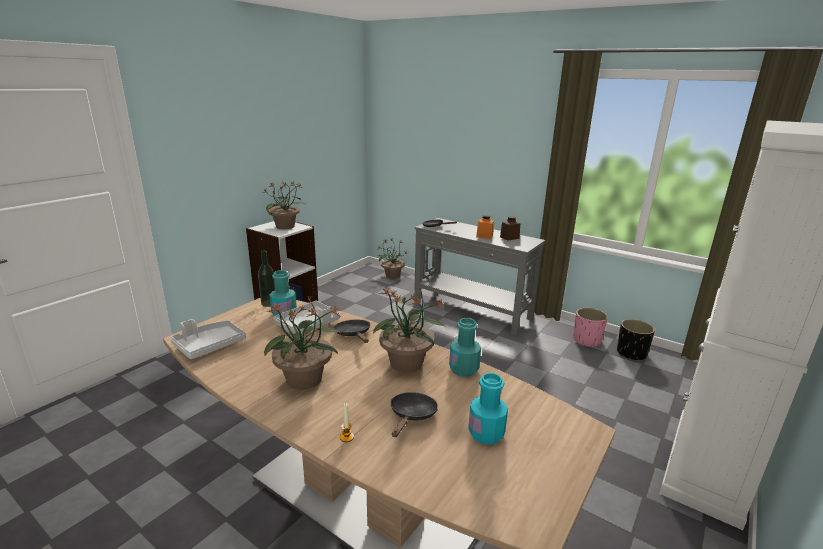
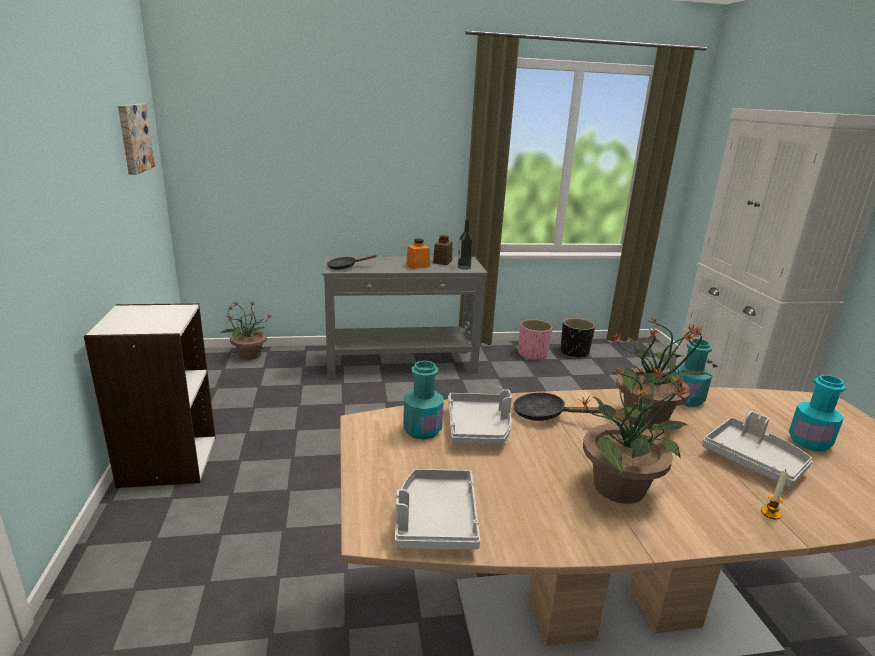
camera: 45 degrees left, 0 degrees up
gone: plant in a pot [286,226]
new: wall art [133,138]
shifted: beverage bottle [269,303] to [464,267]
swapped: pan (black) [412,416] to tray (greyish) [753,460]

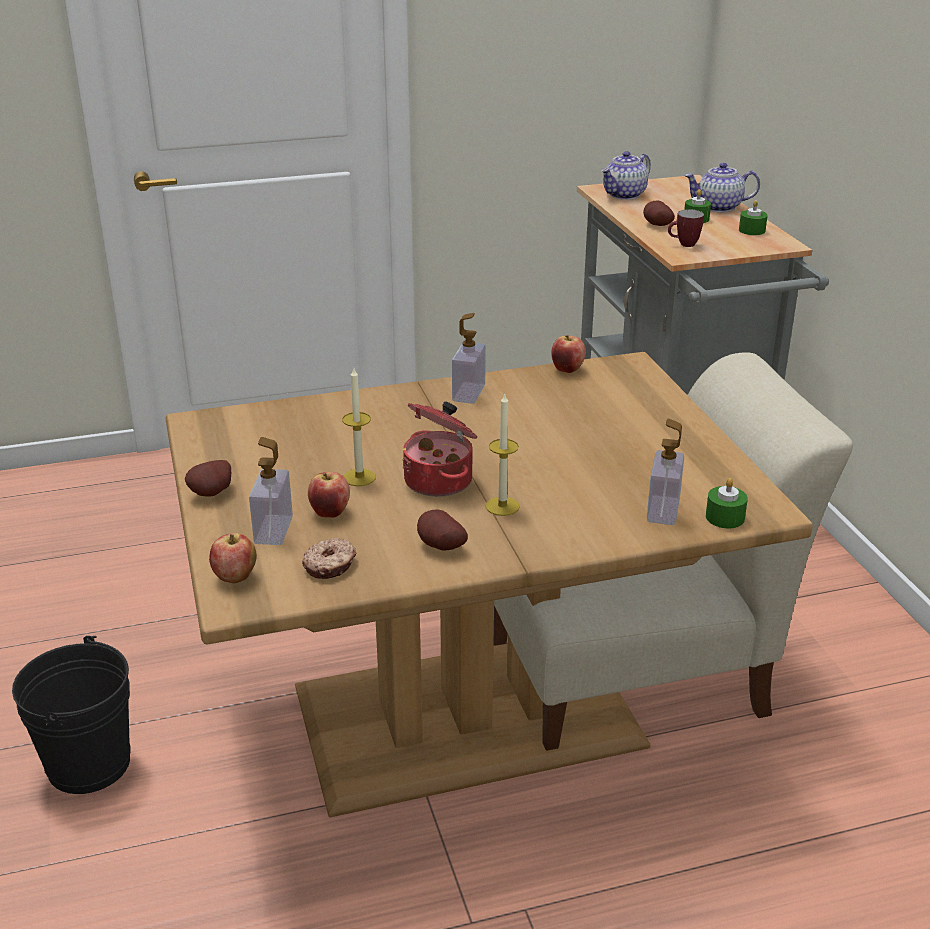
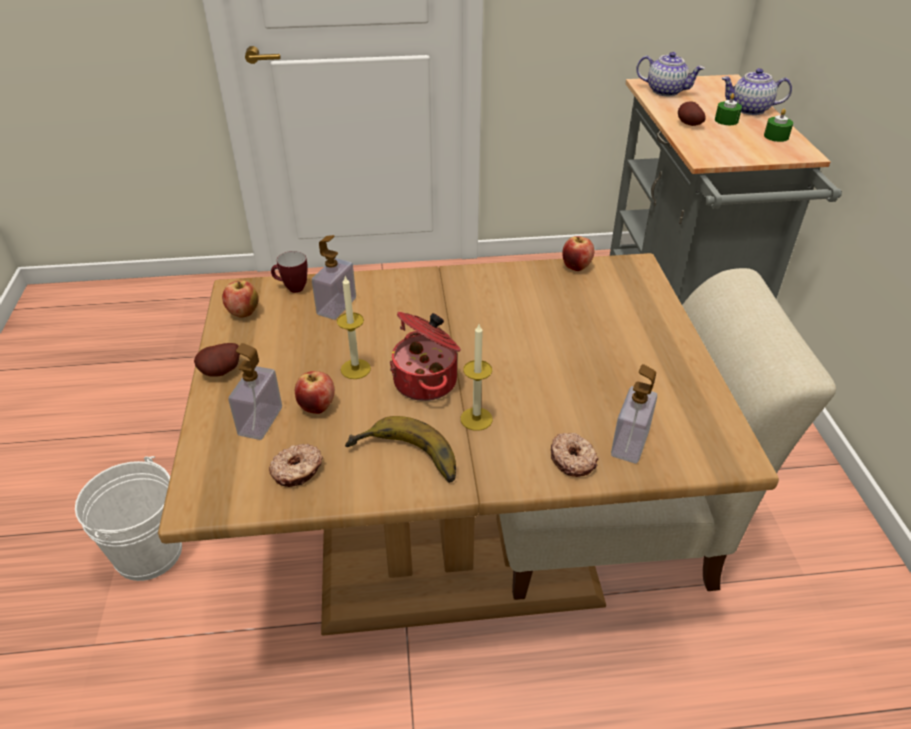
camera: 10 degrees right, 10 degrees up
gone: wax candle (green) [725,517]
new: doughnut [573,459]
shifted: apple fruit [235,577] to [243,313]; liquid soap bottle [468,393] to [336,306]; tea mug [683,245] to [292,288]
swapped: whole potato [439,547] to banana fruit [404,461]
repainted: bucket (black) [89,764] to bucket (white) [148,553]
rotated: tea pot [624,195] = [666,91] 120 degrees counterclockwise

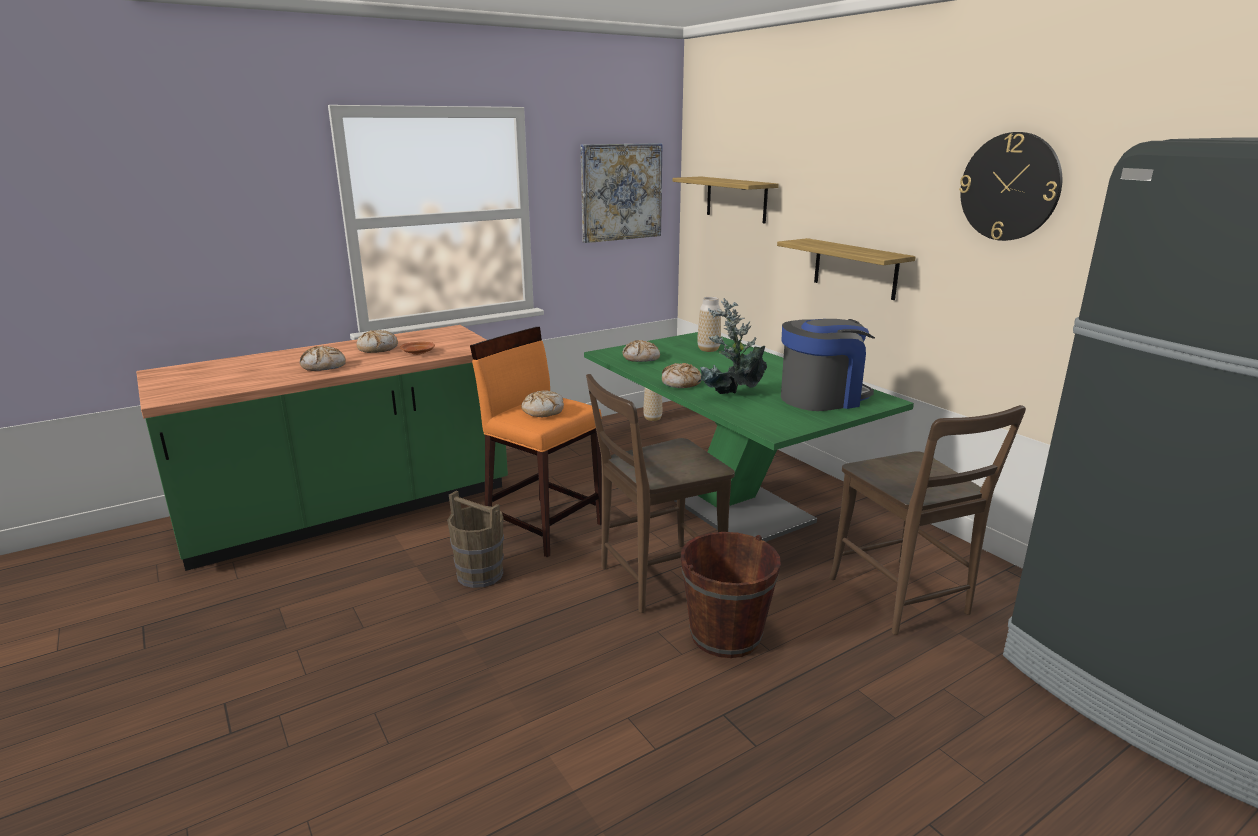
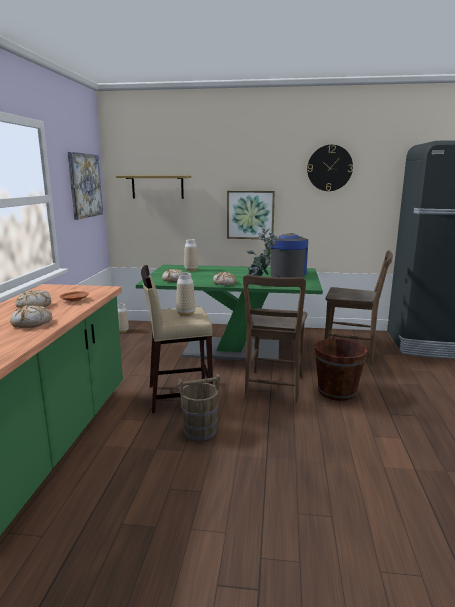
camera: 50 degrees left, 5 degrees down
swapped: baked bread [543,411] to decorative vase [186,314]; wall shelf [855,268] to wall art [250,215]
repainted: stool seat (orangey) [544,525] to stool seat (beige) [179,395]

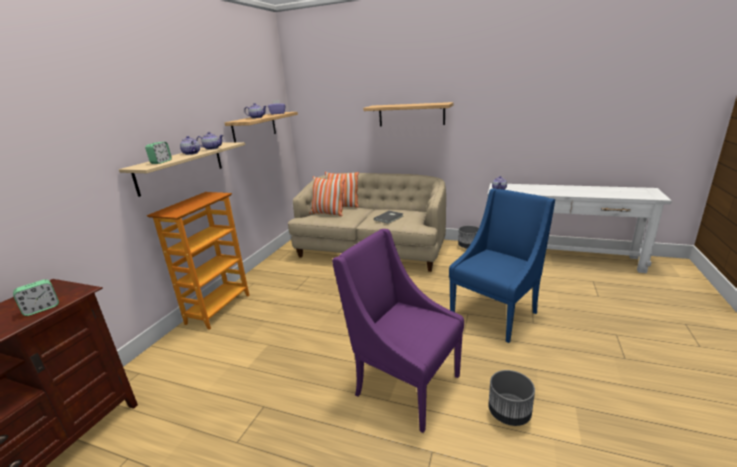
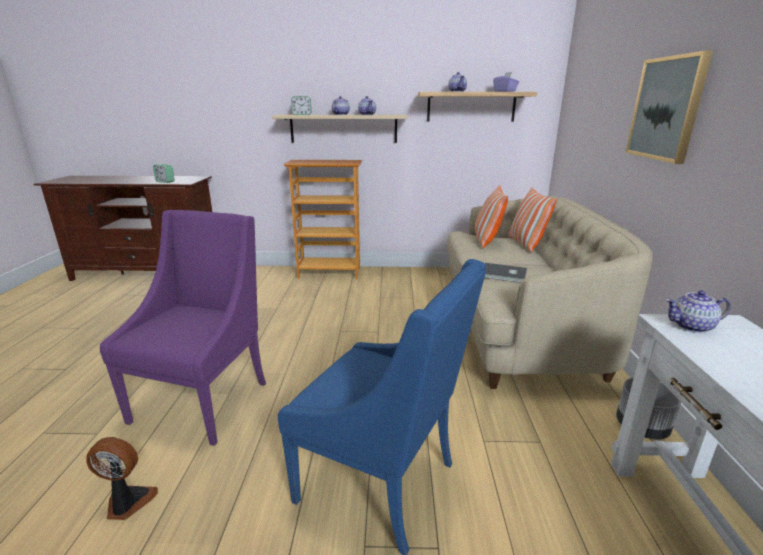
camera: 70 degrees right, 0 degrees up
swapped: wall shelf [411,114] to wall art [666,109]; flower pot (greyish) [509,413] to electric fan [128,503]

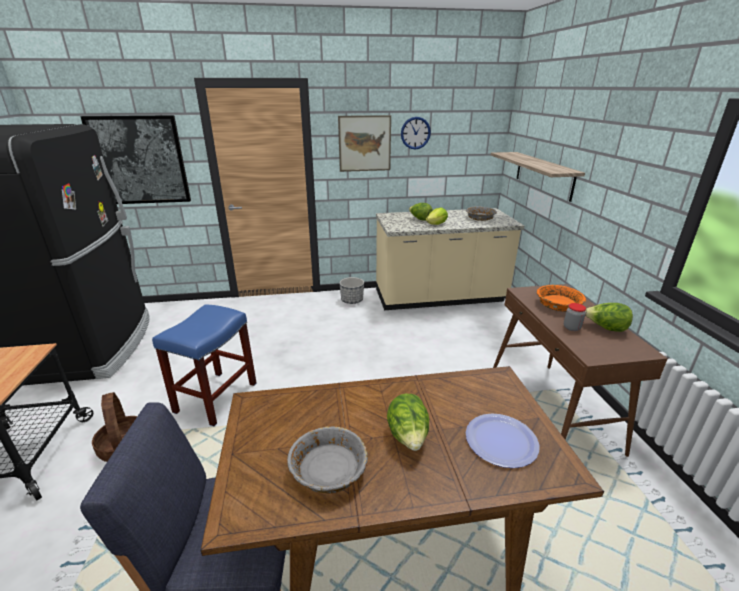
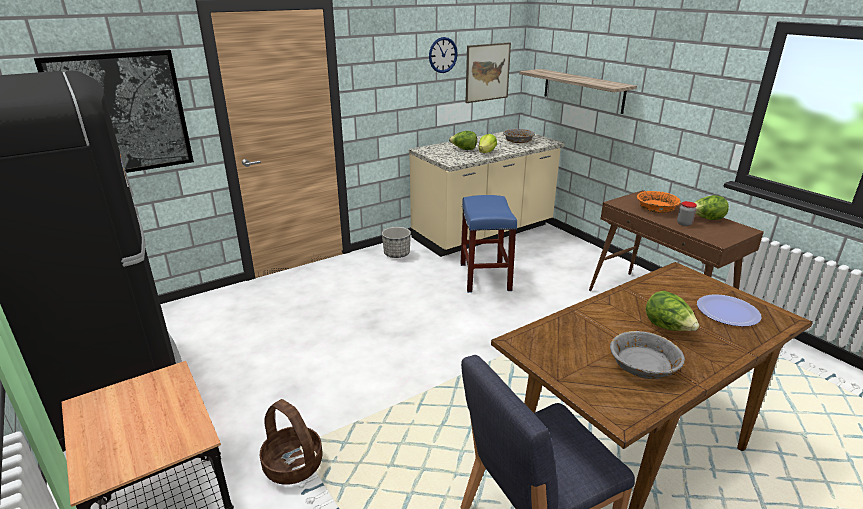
camera: 25 degrees left, 0 degrees up
shifted: stool seat (blue) [216,398] to [485,277]; wall art [364,143] to [487,72]

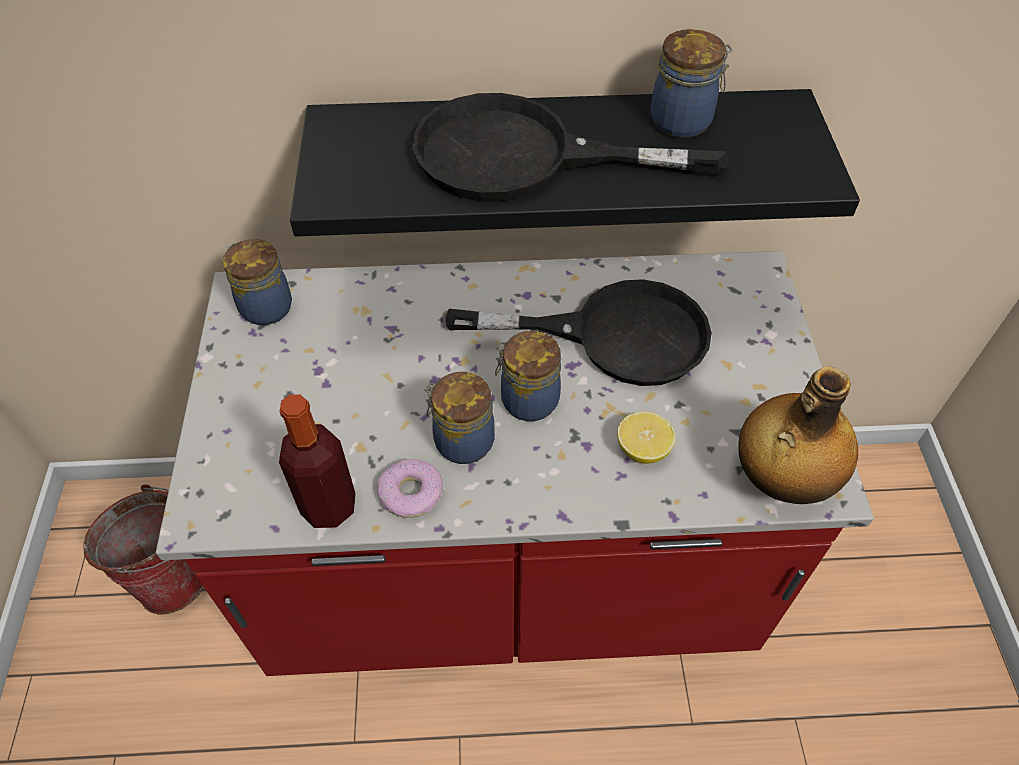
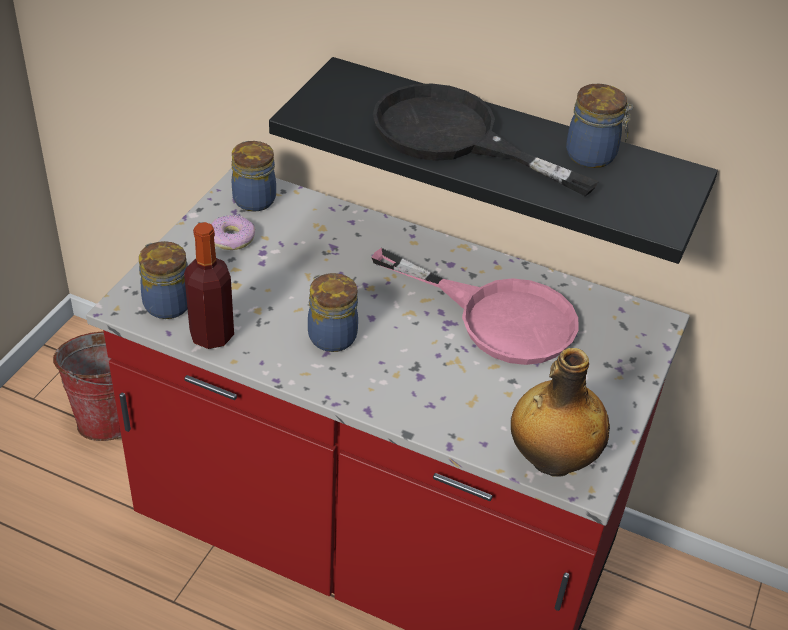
camera: 25 degrees right, 10 degrees down
gone: citrus fruit [642,449]
shifted: doughnut [411,494] to [231,239]; storage jar [527,400] to [166,303]
repainted: pan (black) [614,335] to pan (pink) [497,316]

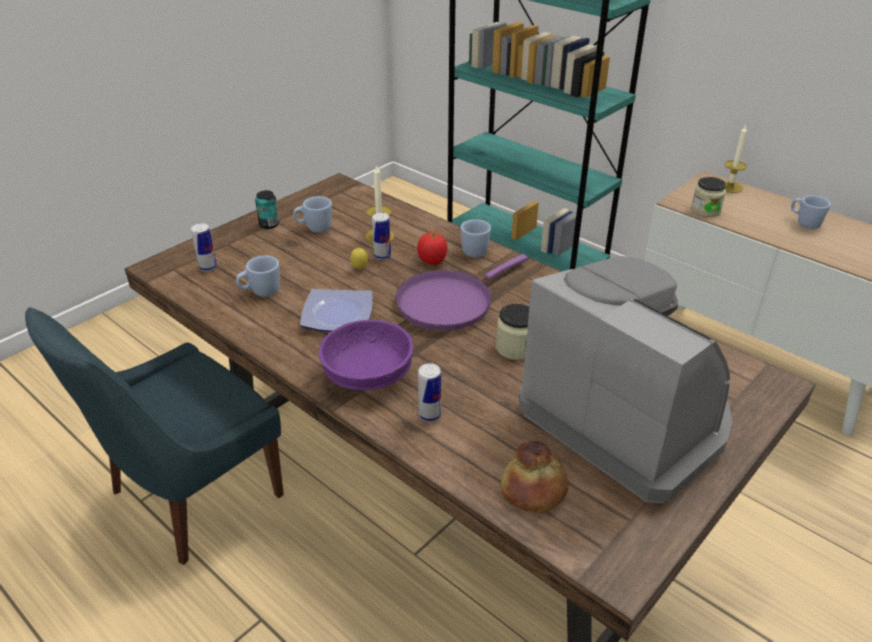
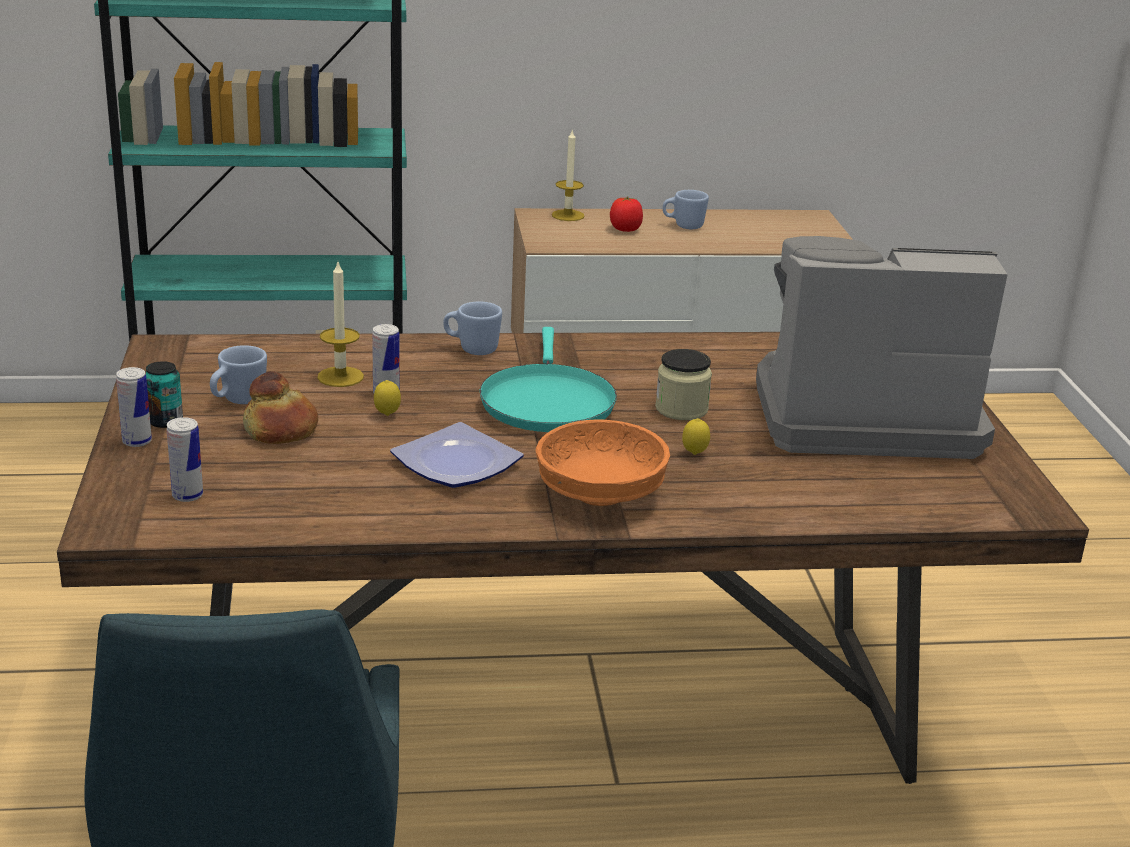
camera: 50 degrees left, 10 degrees down
gone: tea mug (blue) [261,292]; storage jar [705,210]
new: citrus fruit [694,454]
shifted: fresh tomato [432,261] to [625,230]; metal can [429,415] to [137,441]; baked bread [534,489] to [282,429]
repainted: serving bowl (purple-coloured) [369,374] to serving bowl (orangey) [599,493]; pan (purple-coloured) [449,302] to pan (turquoise-coloured) [546,402]

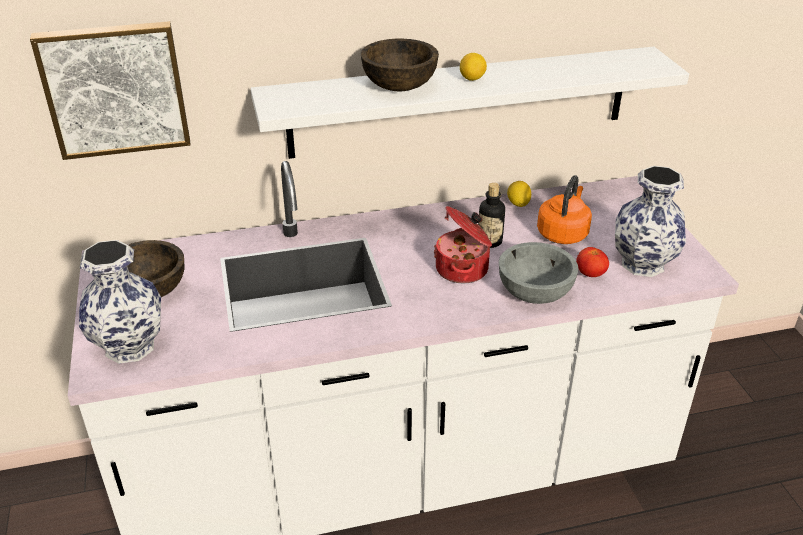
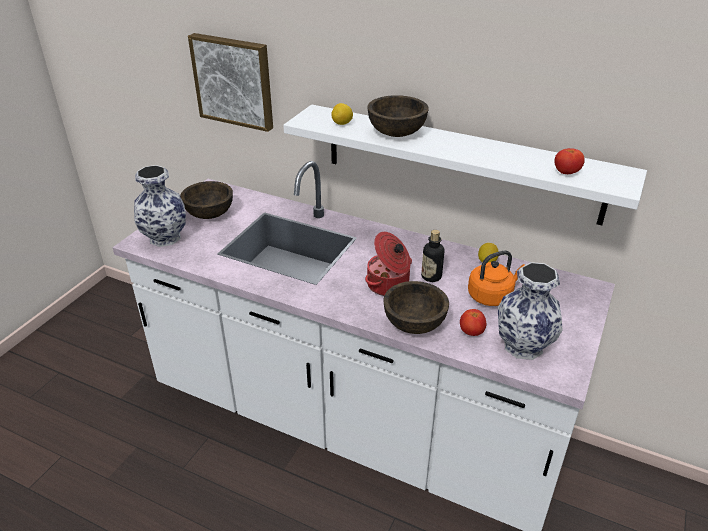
camera: 40 degrees right, 0 degrees up
new: fresh tomato [566,173]
shifted: citrus fruit [472,79] to [342,124]
repainted: serving bowl (greyish) [535,293] to serving bowl (brownish) [414,323]

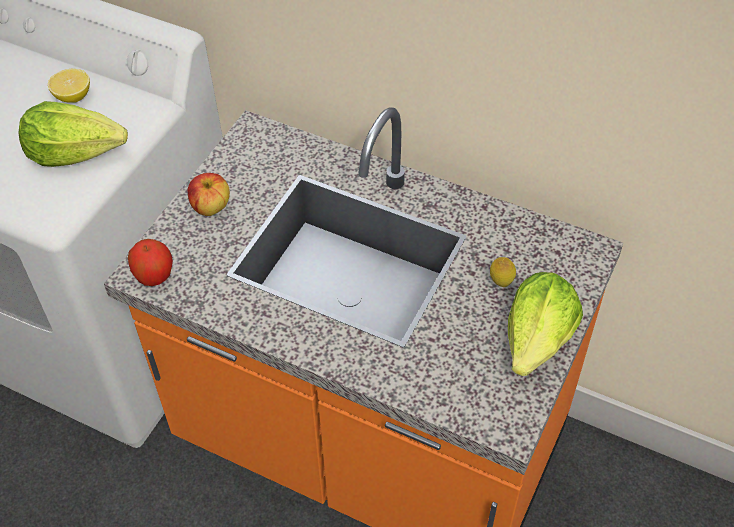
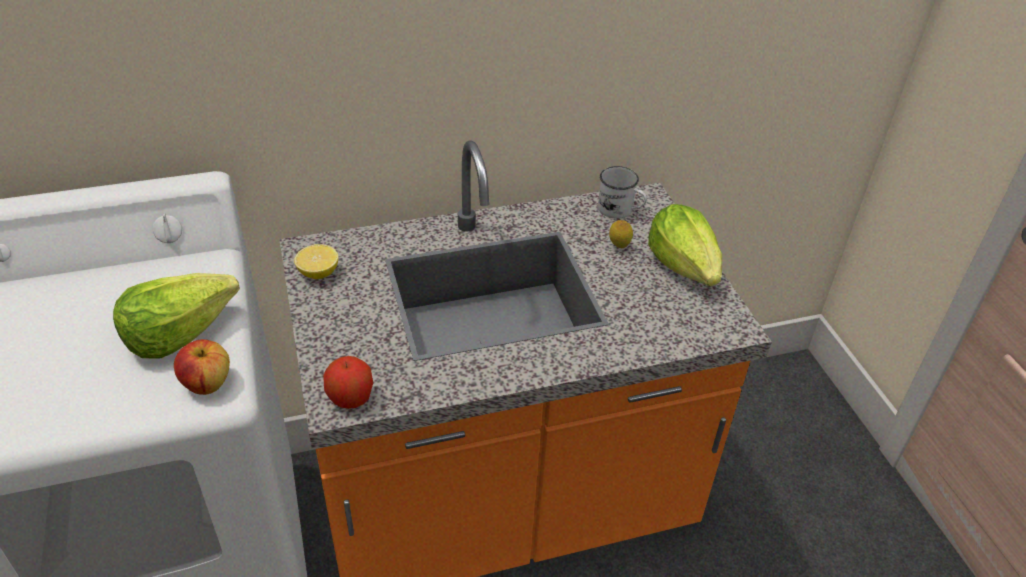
camera: 45 degrees left, 10 degrees down
new: tea mug (white) [620,210]
shifted: citrus fruit [73,96] to [318,273]; apple fruit [211,207] to [207,384]

